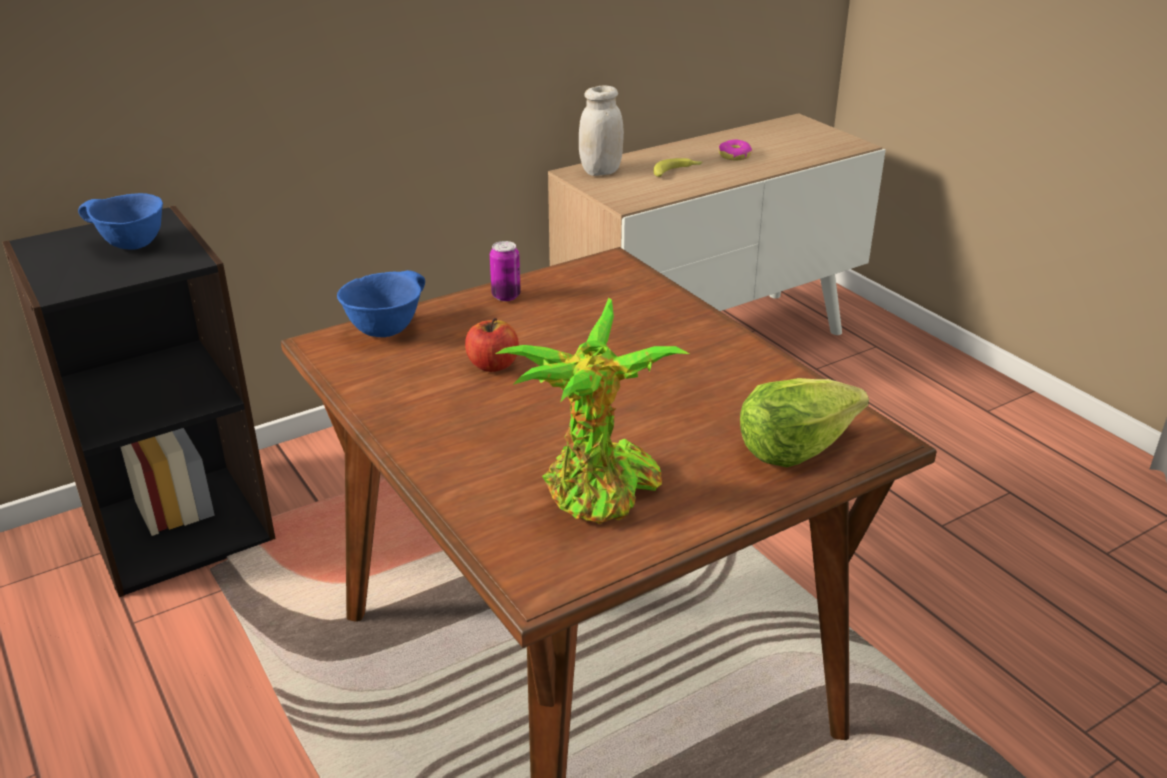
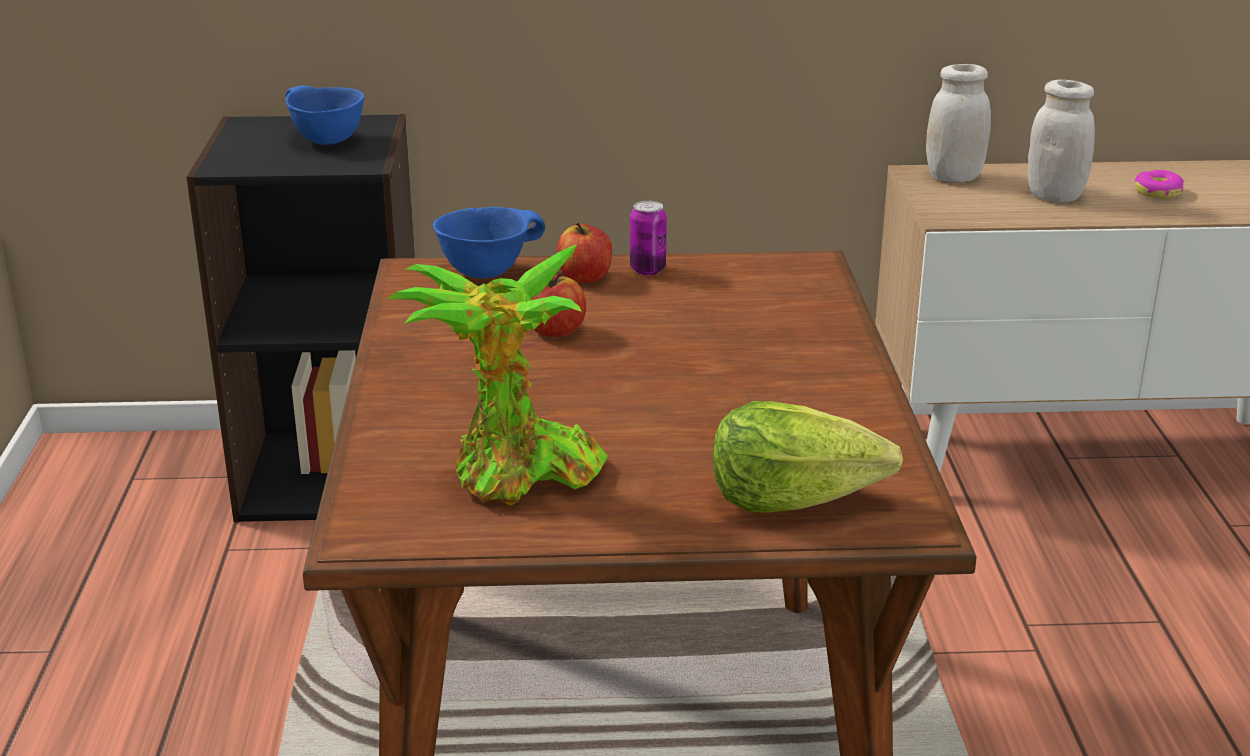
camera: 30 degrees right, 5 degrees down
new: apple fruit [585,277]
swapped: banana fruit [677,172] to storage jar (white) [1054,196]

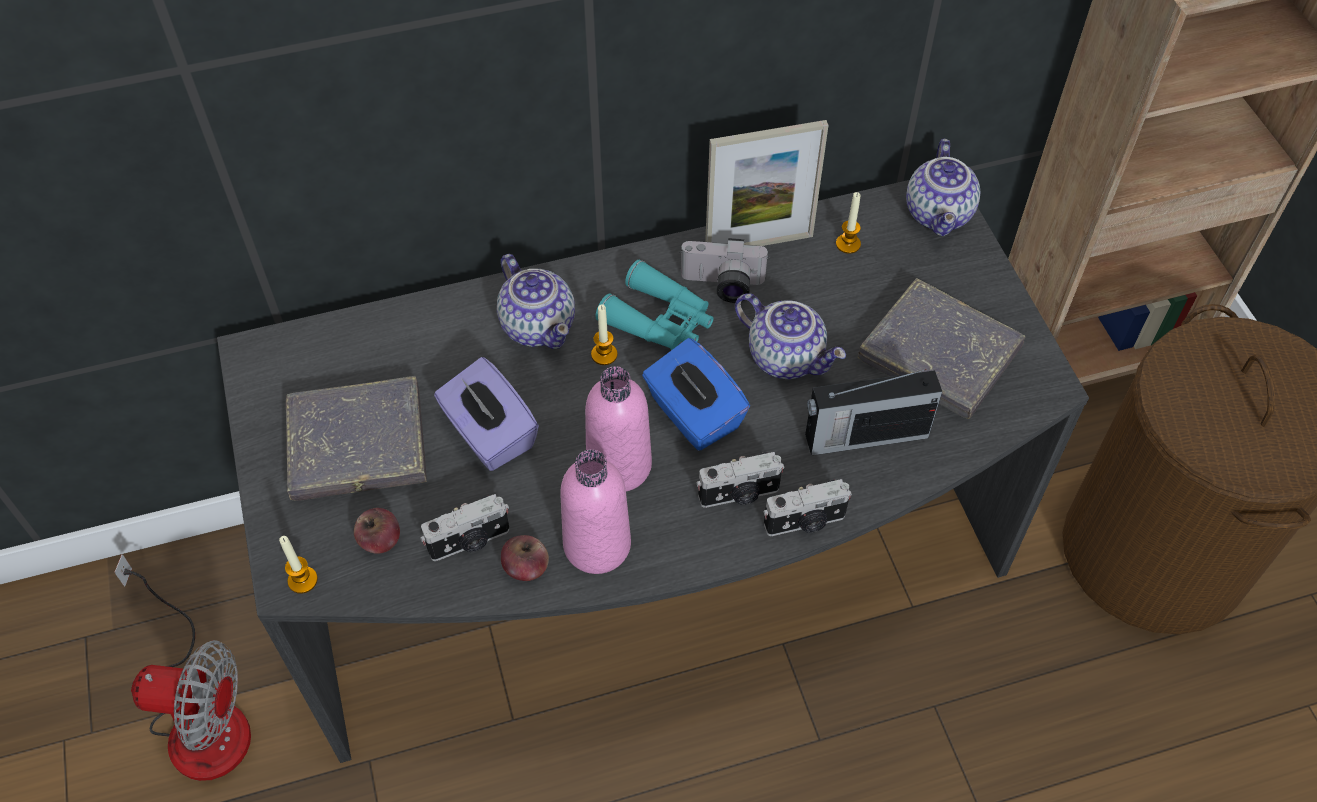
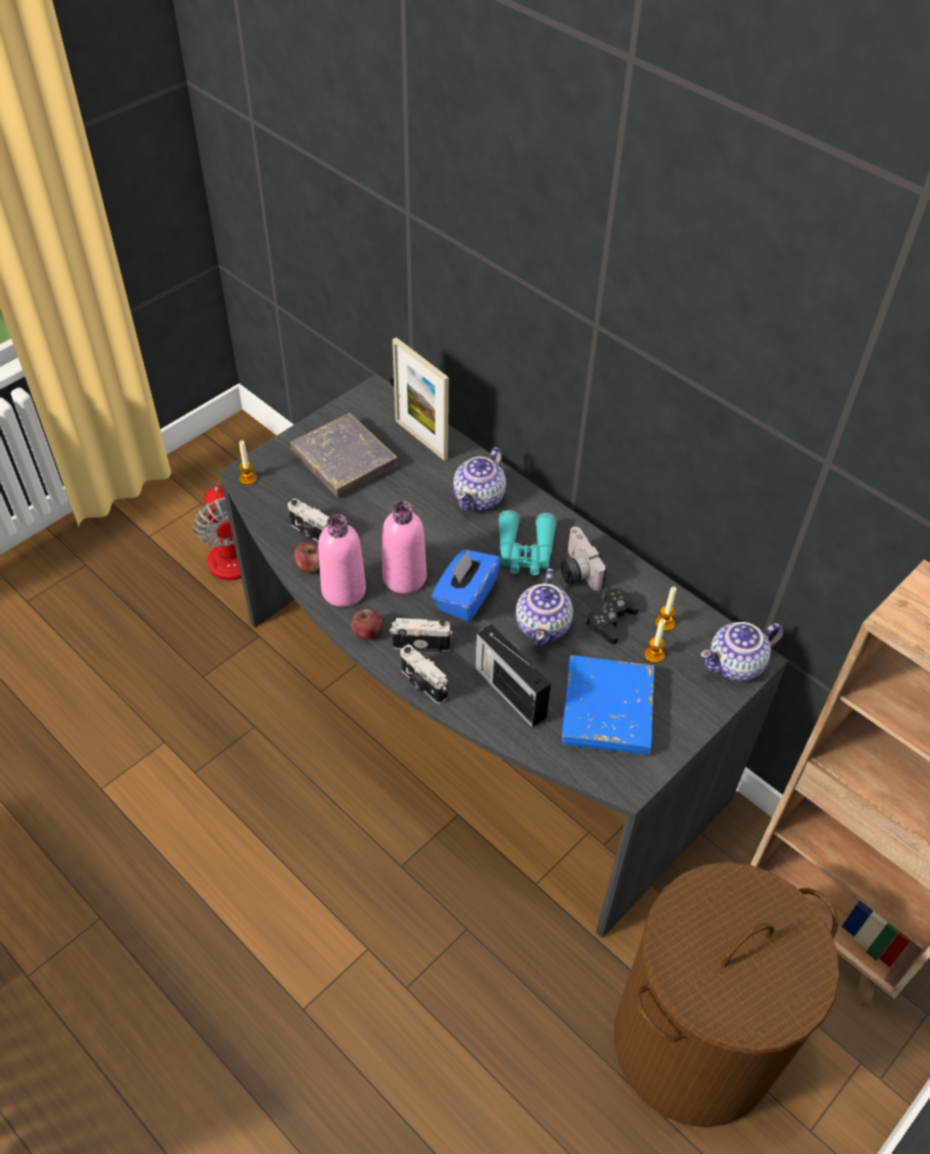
camera: 60 degrees right, 5 degrees down
gone: tissue box (purple-coloured) [489,434]
new: gamepad (black) [610,620]
shifted: apple fruit [380,540] to [367,632]; wax candle [604,354] to [654,655]; standing frame [759,243] to [421,439]
repainted: volume (greyish) [939,354] to volume (blue) [607,709]
rotated: still camera [739,495] = [421,643] 135 degrees clockwise

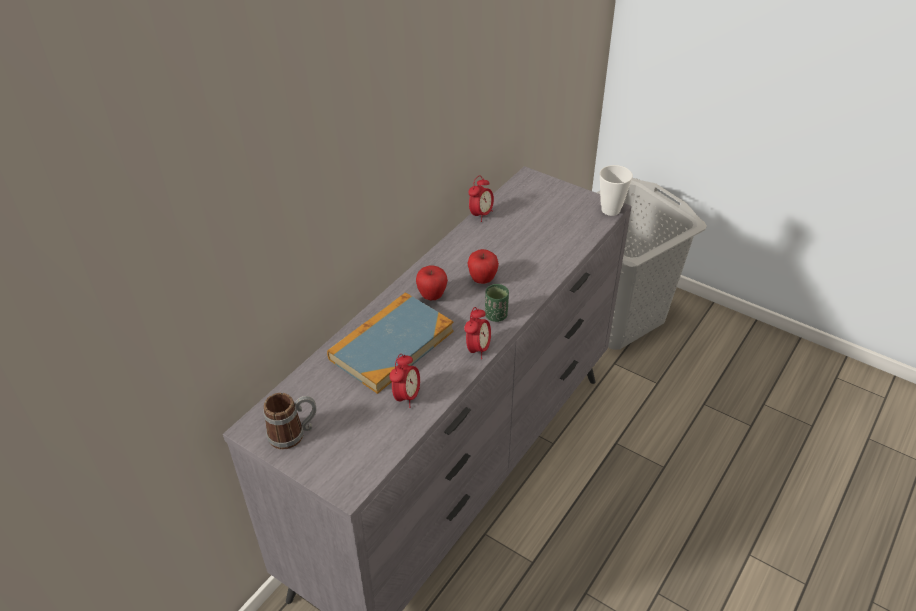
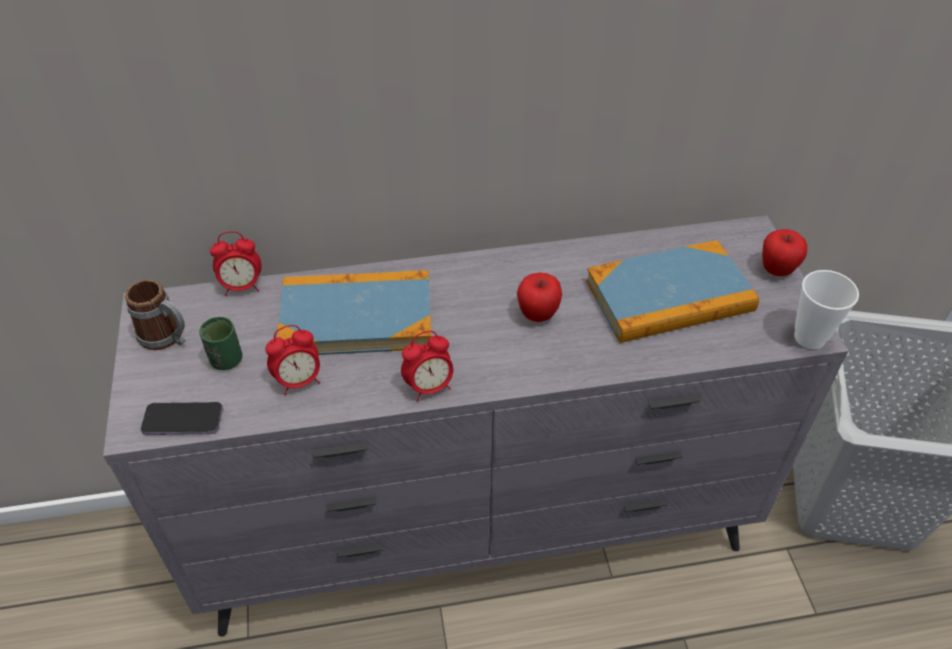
camera: 45 degrees right, 5 degrees up
new: handset [183,420]; volume [669,296]
shifted: apple fruit [432,296] to [777,270]; alarm clock [481,214] to [242,286]; cup (green) [496,315] to [226,360]

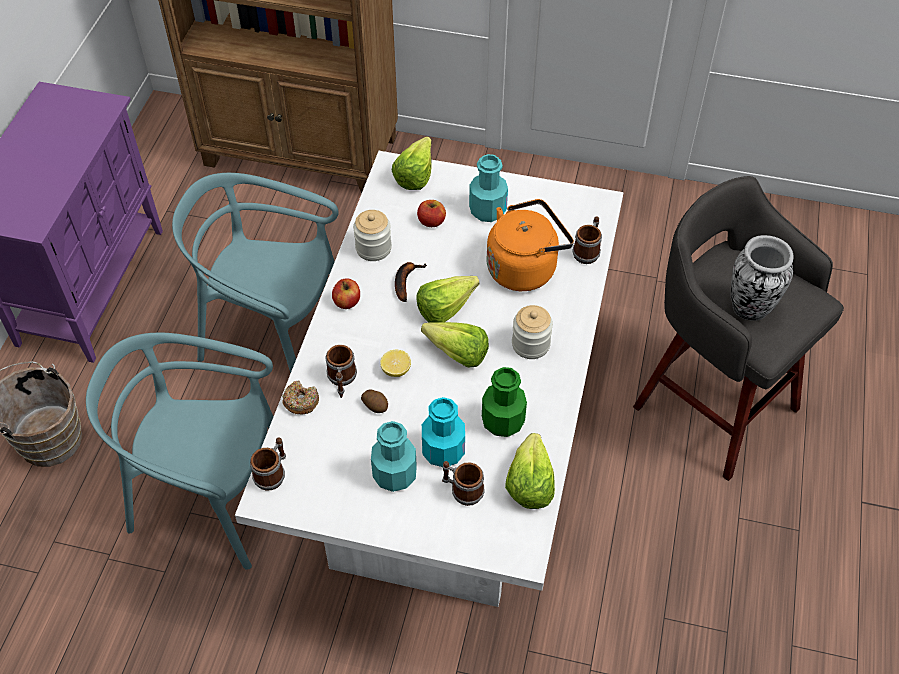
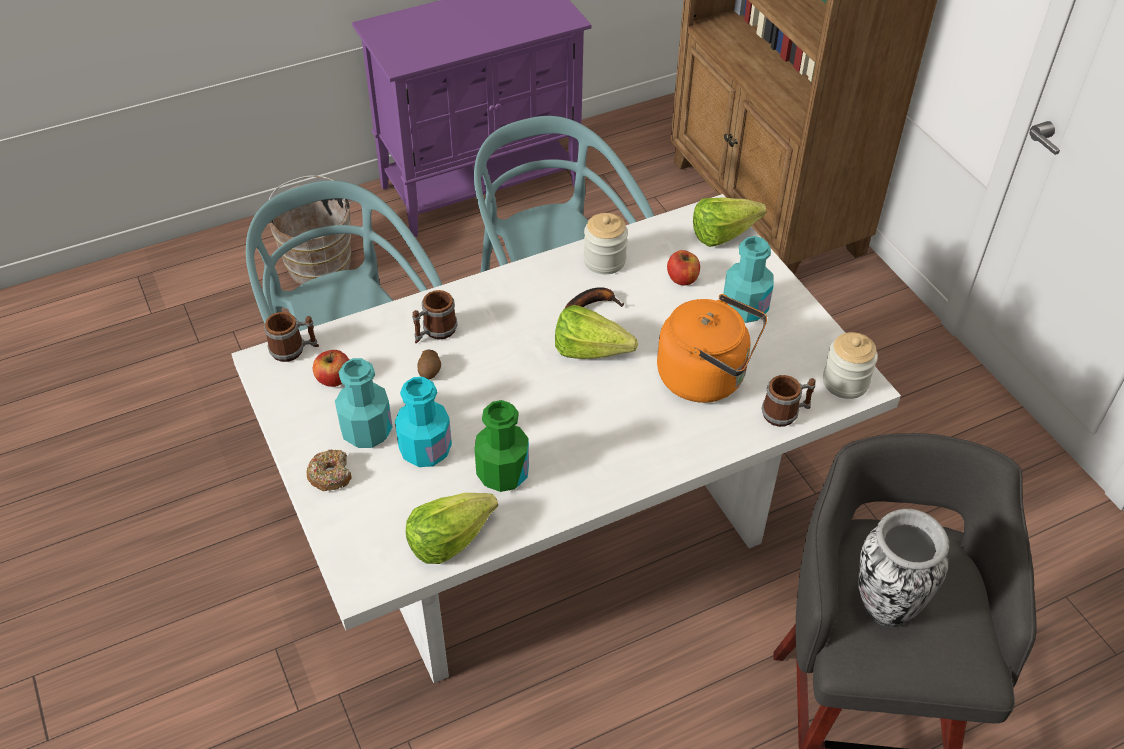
camera: 50 degrees right, 5 degrees down
gone: citrus fruit [396,370]; head of lettuce [453,351]; tea mug [462,490]
shifted: doughnut [301,401] to [330,475]; apple fruit [347,302] to [334,379]; storage jar [530,344] to [845,382]

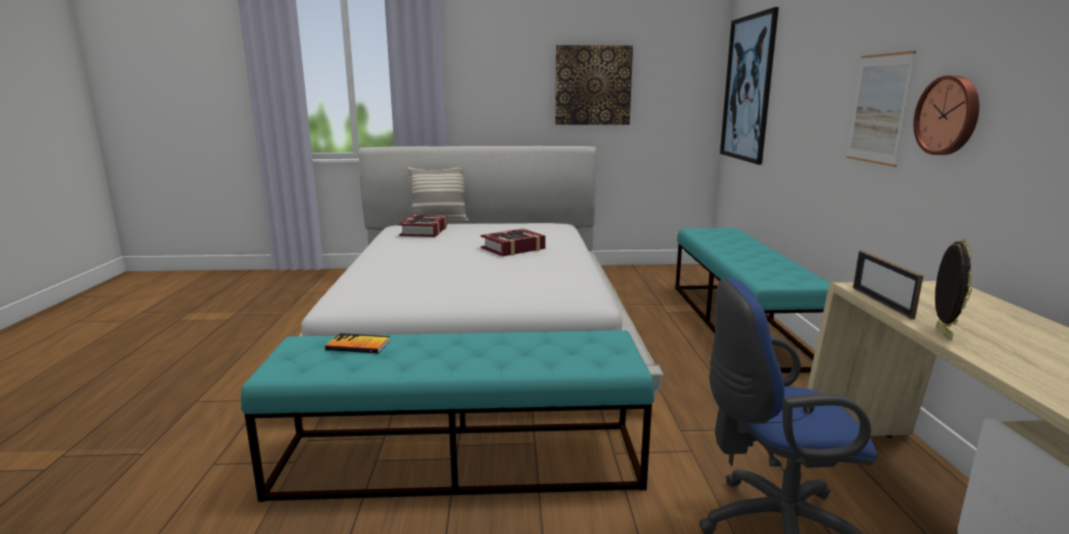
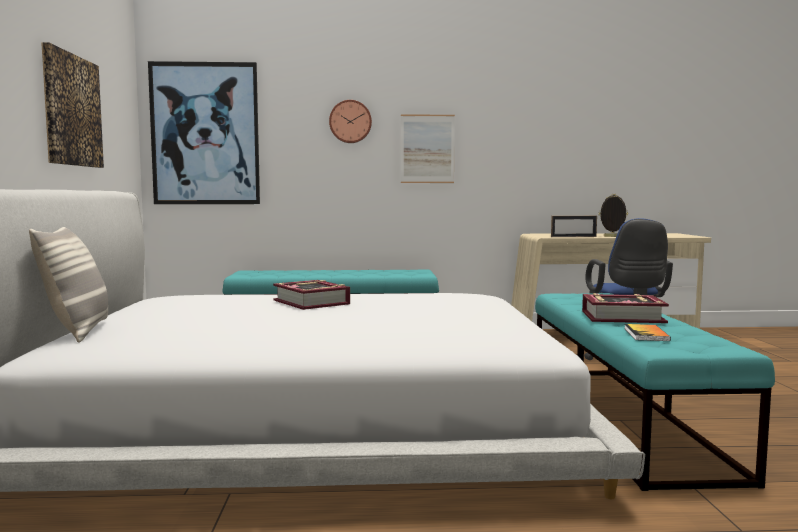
camera: 90 degrees left, 10 degrees down
shifted: volume [424,231] to [622,317]; hanging clock [949,115] to [350,121]

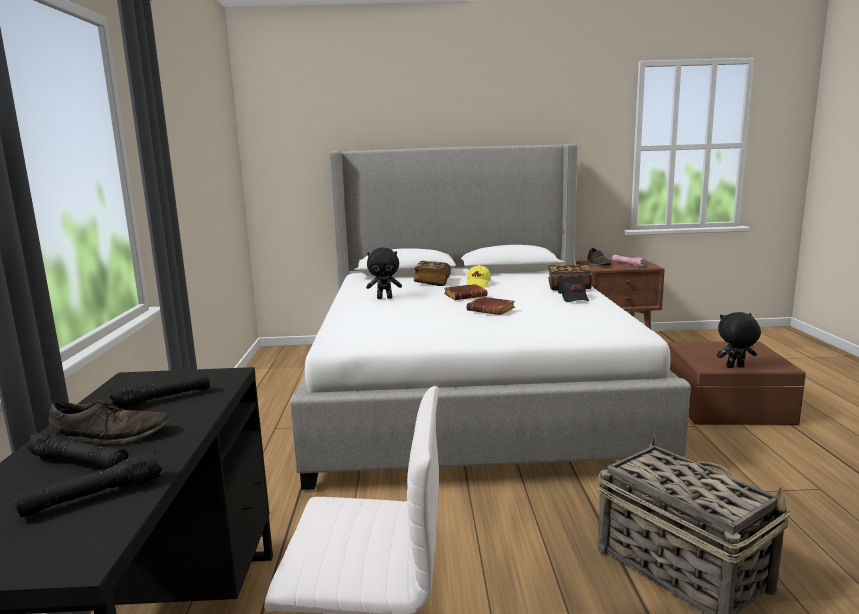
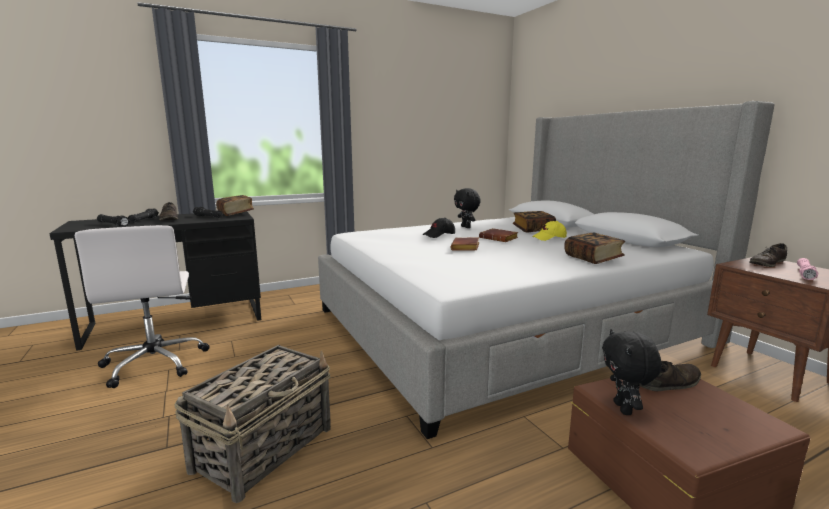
camera: 65 degrees right, 0 degrees up
new: volume [236,214]; item of footwear (brownish) [669,383]
shifted: baseball cap (black) [574,298] to [439,235]
rotated: cuddly toy (black) [735,367] = [624,409] 150 degrees counterclockwise

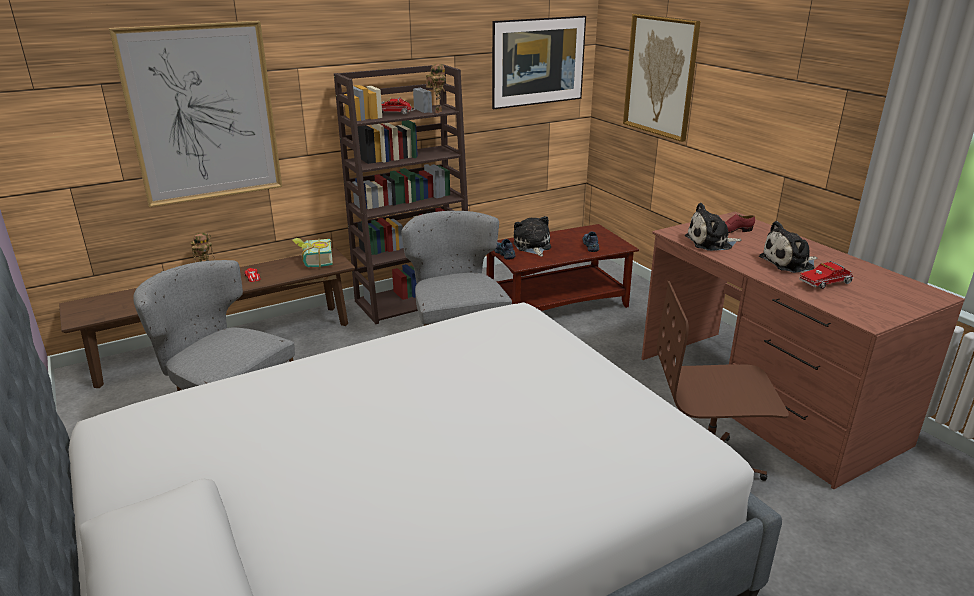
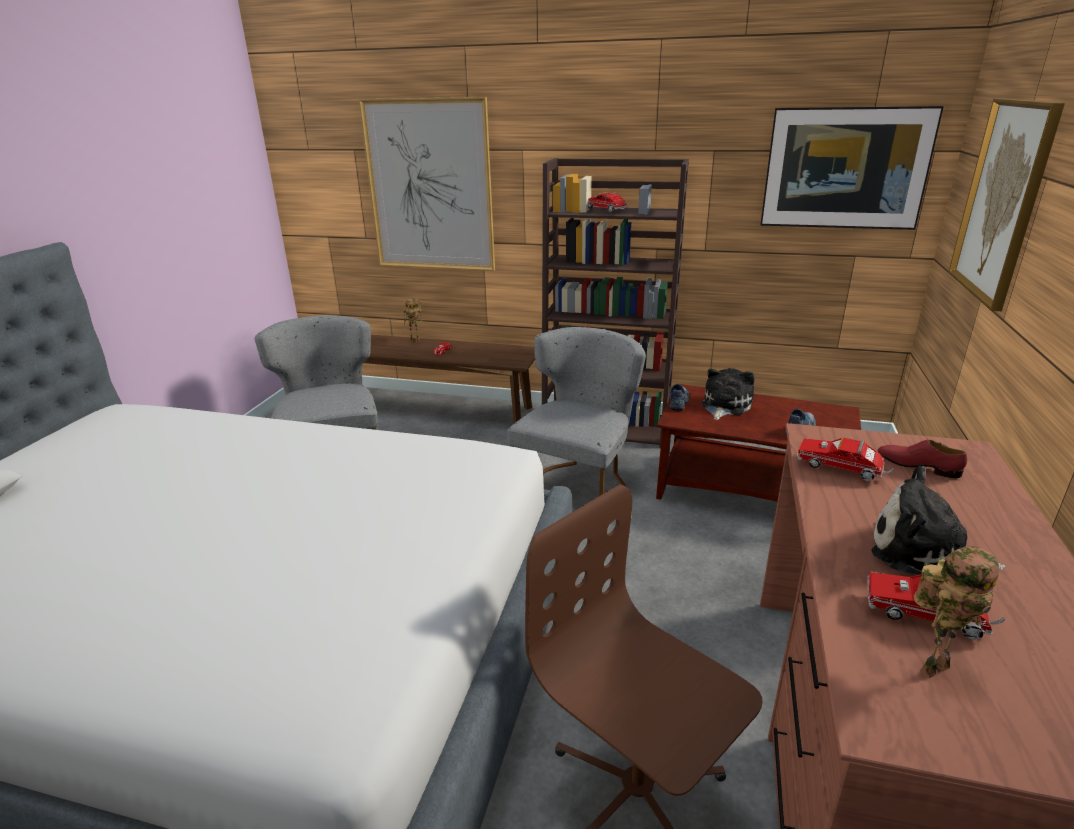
camera: 45 degrees right, 0 degrees up
gone: volume [314,262]
shifted: robot figure [437,111] to [932,665]
swapped: cuddly toy [711,243] to model truck [843,469]

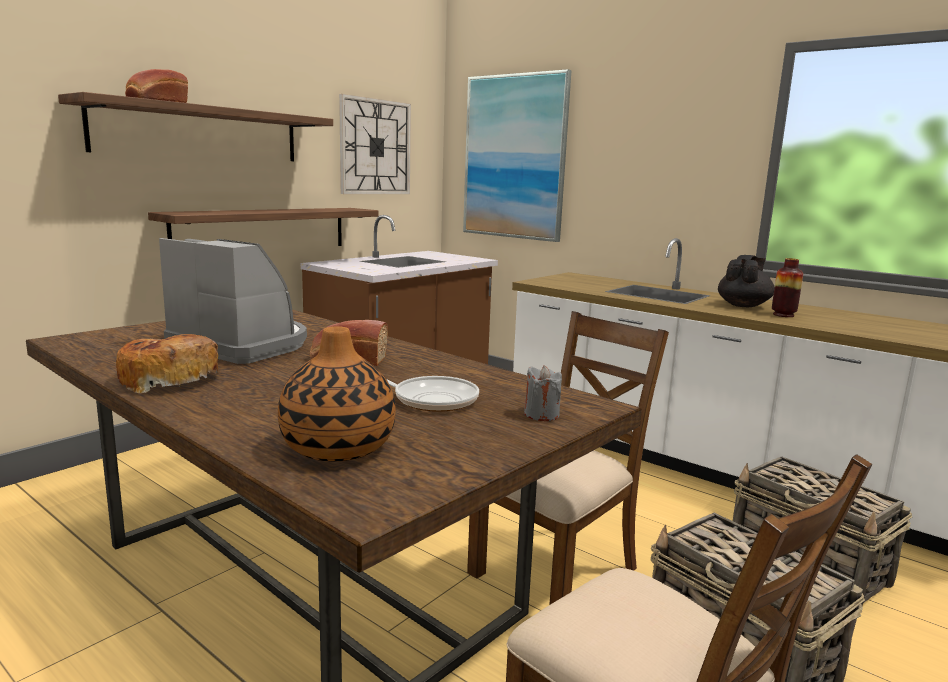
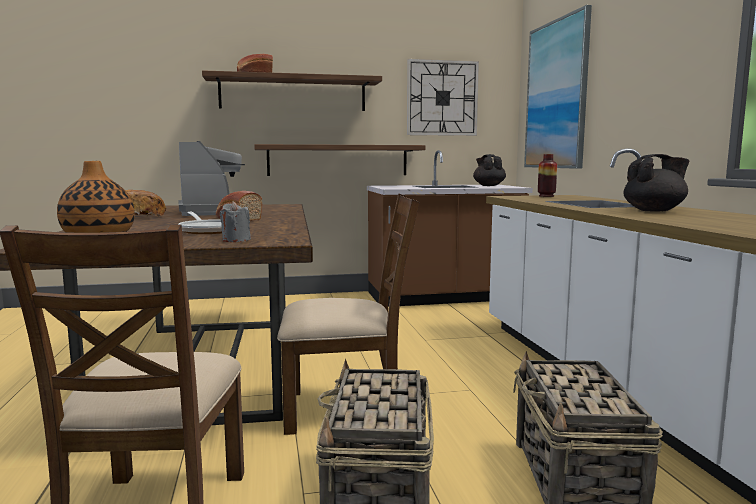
camera: 40 degrees right, 5 degrees down
new: tea pot (black) [488,185]
shifted: decorative vase [783,315] to [546,196]

